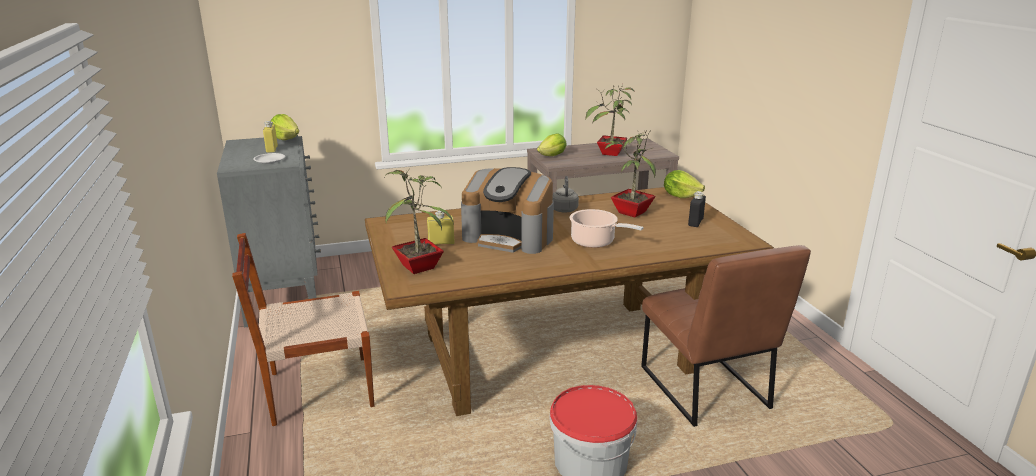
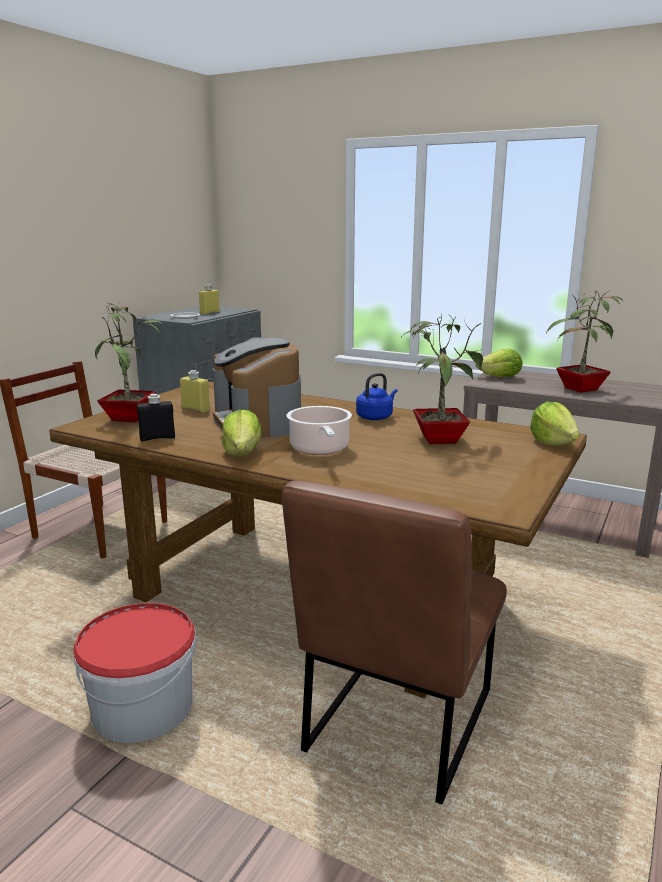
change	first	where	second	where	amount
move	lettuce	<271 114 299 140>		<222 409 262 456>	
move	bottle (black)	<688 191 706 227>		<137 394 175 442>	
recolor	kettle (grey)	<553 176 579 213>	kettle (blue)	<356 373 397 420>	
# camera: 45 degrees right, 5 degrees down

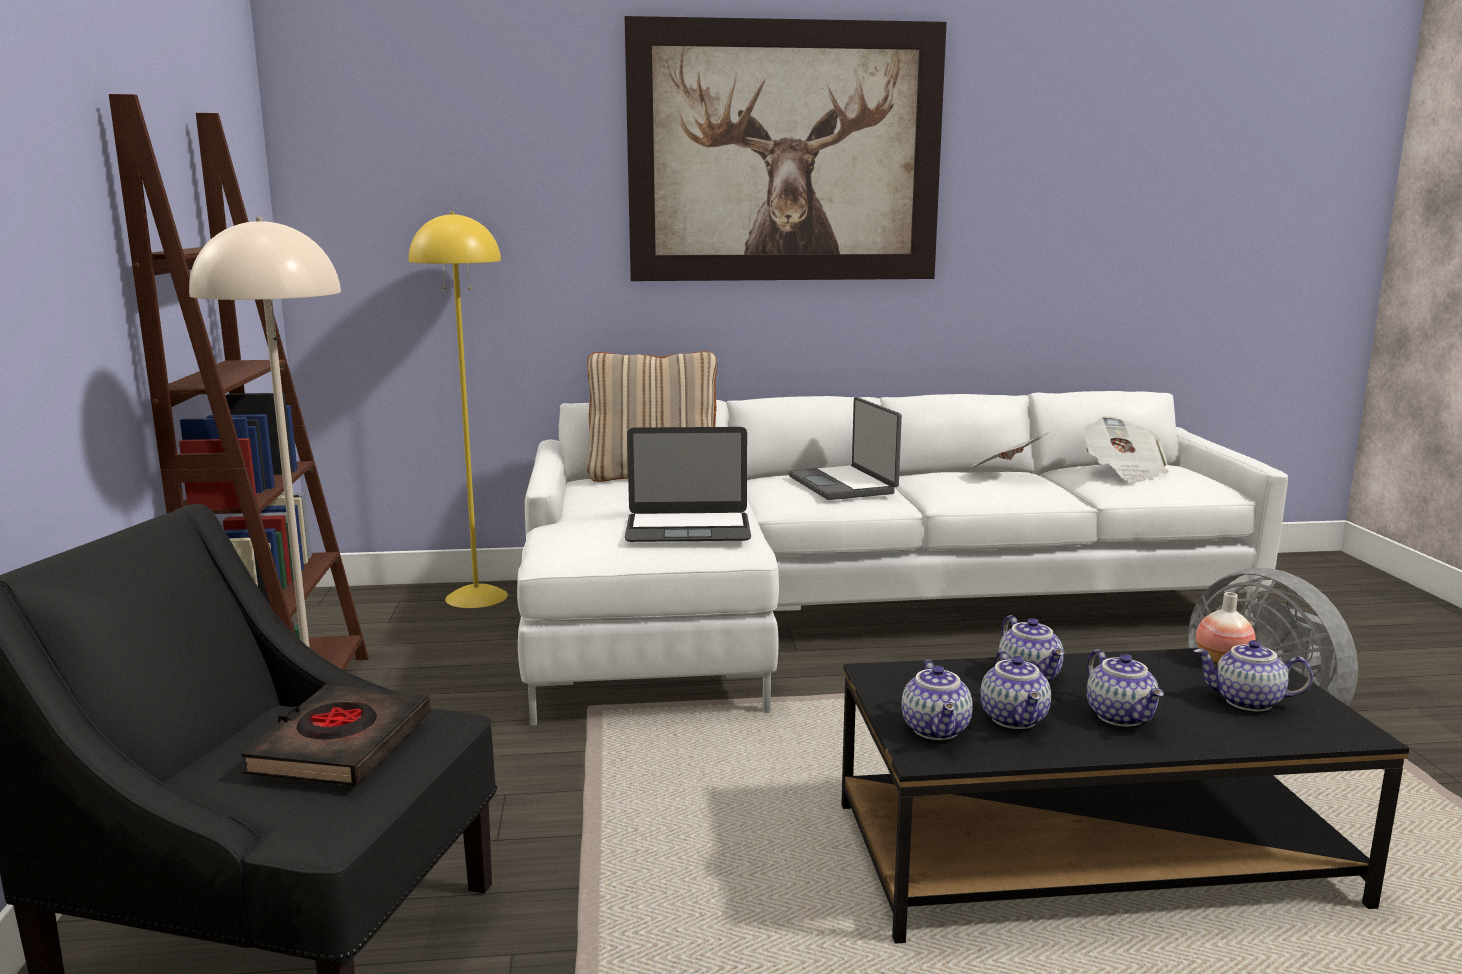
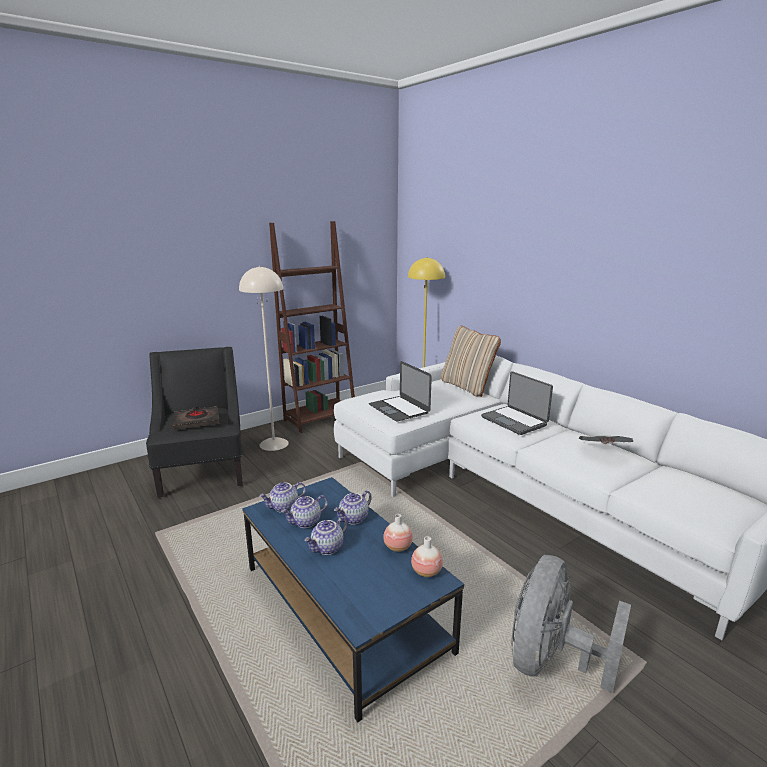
change	first	where	second	where	amount
delete	picture	<624 16 947 281>			
delete	newspaper	<1085 416 1169 482>			
delete	teapot	<1194 640 1313 712>			
insert			vase	<383 514 413 552>	
recolor	coffee table (black)	<841 648 1409 944>	coffee table (blue)	<242 477 464 722>	
rotate	laptop	<788 397 902 500>		<481 371 553 435>	75 degrees counterclockwise
# camera: 60 degrees right, 5 degrees up

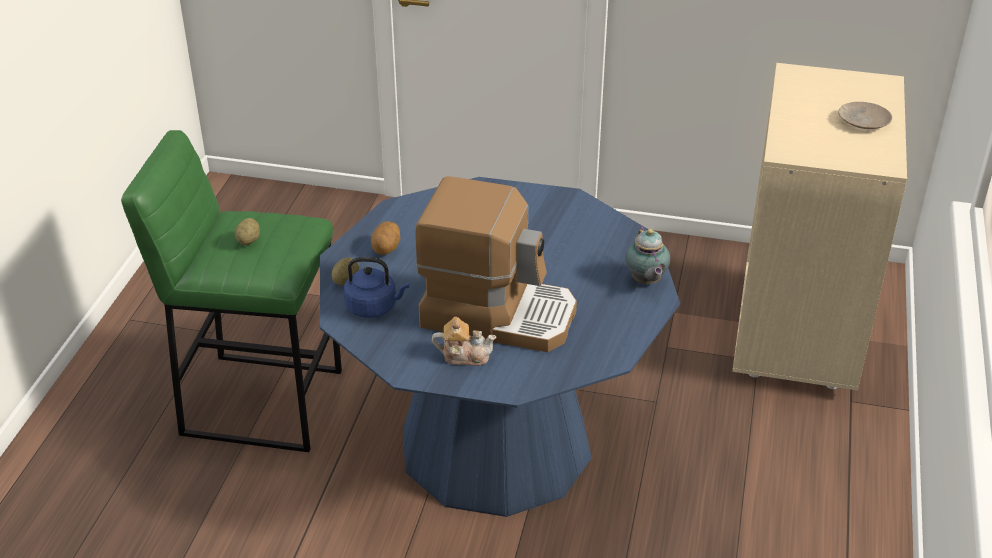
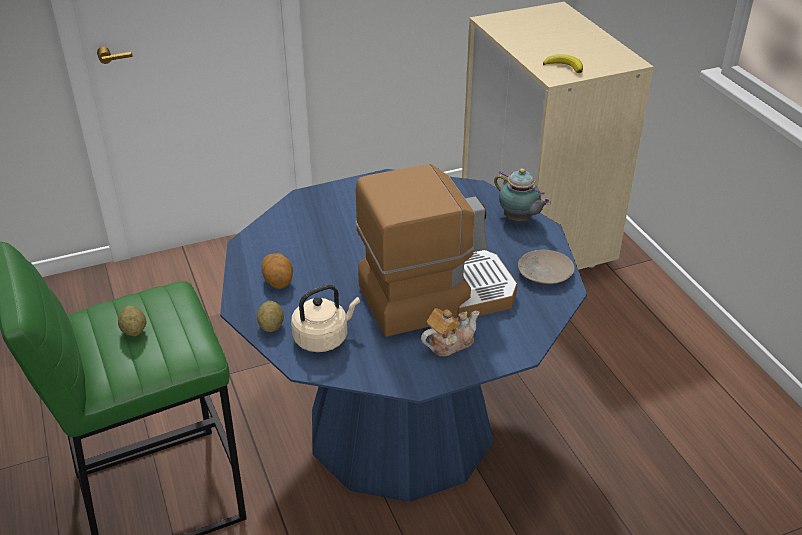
change	first	where	second	where	amount
insert			banana	<543 54 583 73>	
move	plate (beige)	<838 102 892 129>		<518 250 575 284>	
recolor	kettle (blue)	<344 257 409 318>	kettle (beige)	<291 284 360 352>	
# camera: 35 degrees left, 0 degrees up

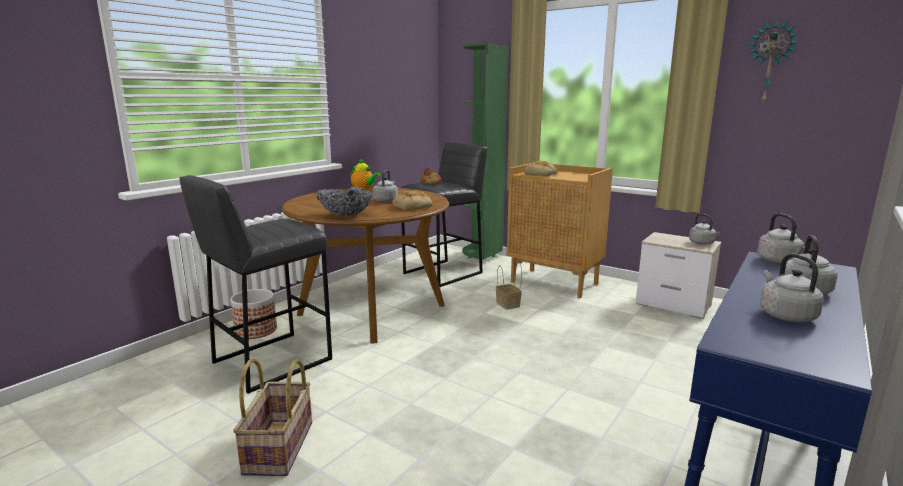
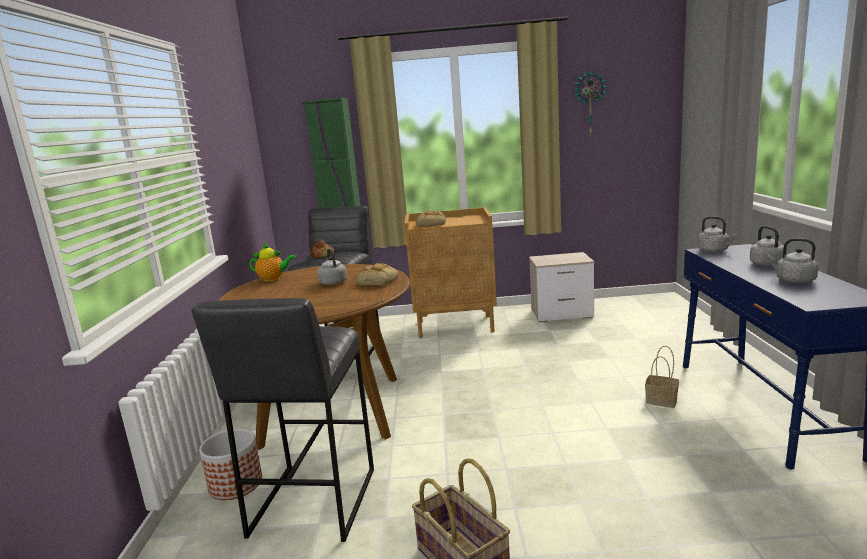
change	first	where	second	where	amount
delete	bowl	<317 187 373 217>			
delete	kettle (grey)	<689 214 720 245>			
move	basket	<496 263 522 310>		<645 346 679 408>	
# camera: 35 degrees left, 0 degrees up

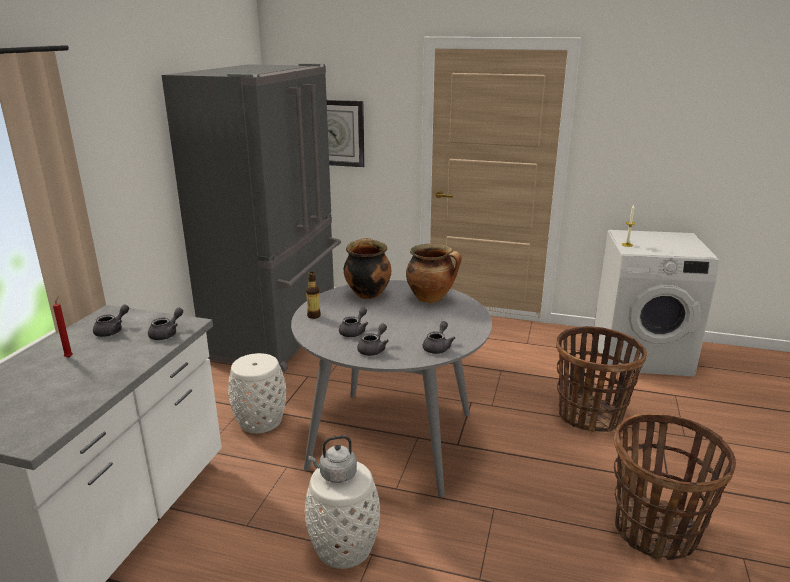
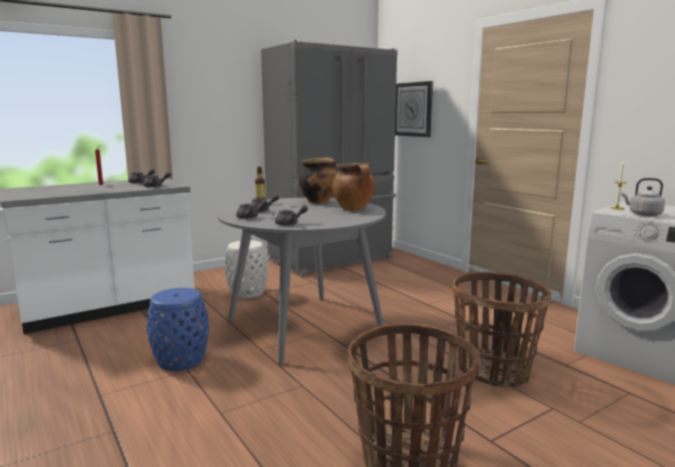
change	first	where	second	where	amount
move	kettle (grey)	<308 435 357 483>		<622 178 665 216>	
recolor	stool (white)	<305 462 380 569>	stool (blue)	<147 288 209 371>	
# camera: 40 degrees right, 10 degrees down

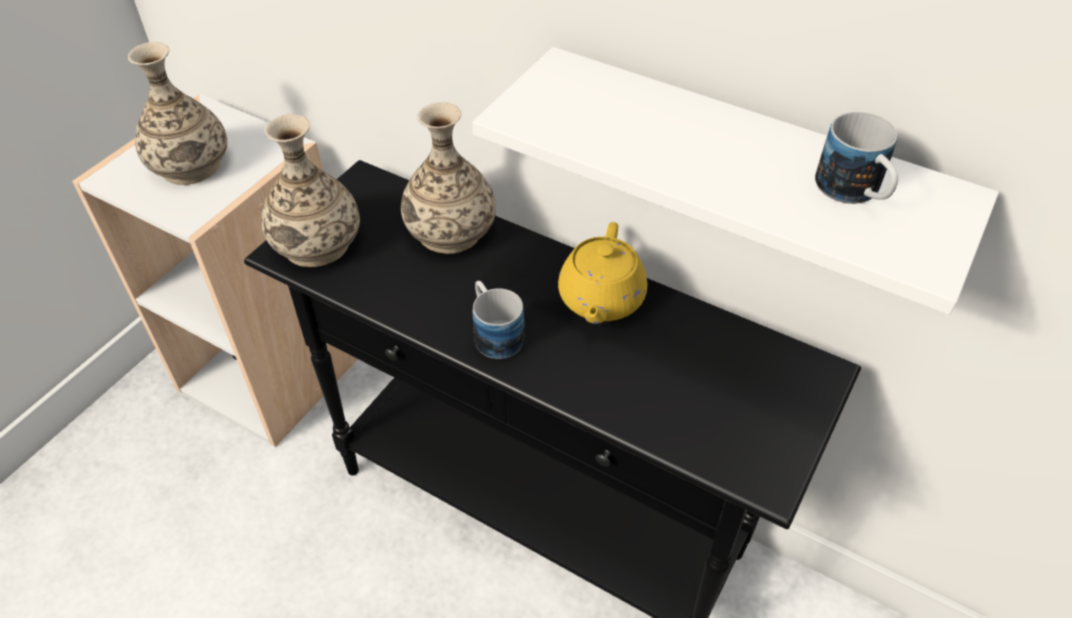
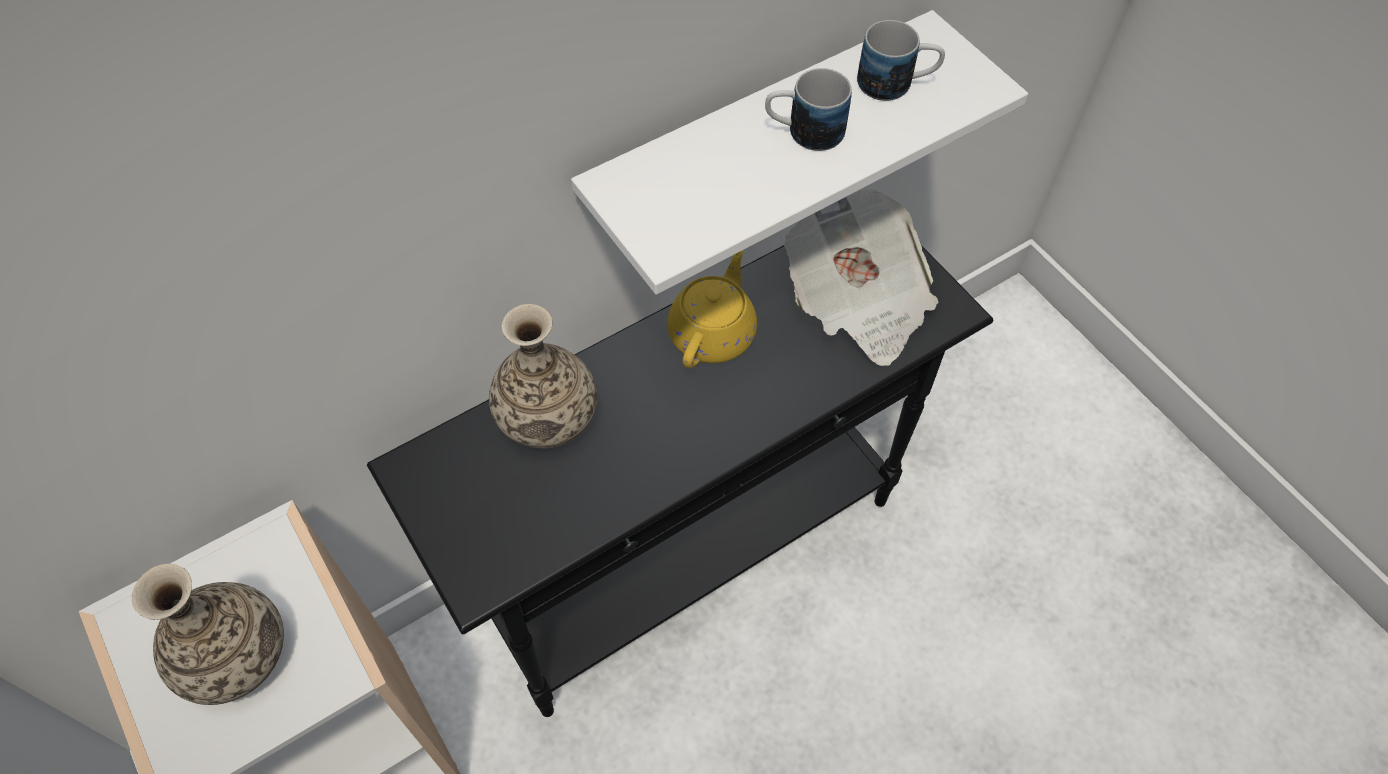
change	first	where	second	where	amount
delete	vase	<261 114 360 267>			
insert			newspaper	<784 189 938 366>	
move	mug	<473 281 524 359>		<765 68 852 151>	
rotate	teapot (yellow)	<558 222 647 324>		<668 250 757 368>	105 degrees counterclockwise
# camera: 65 degrees left, 10 degrees up

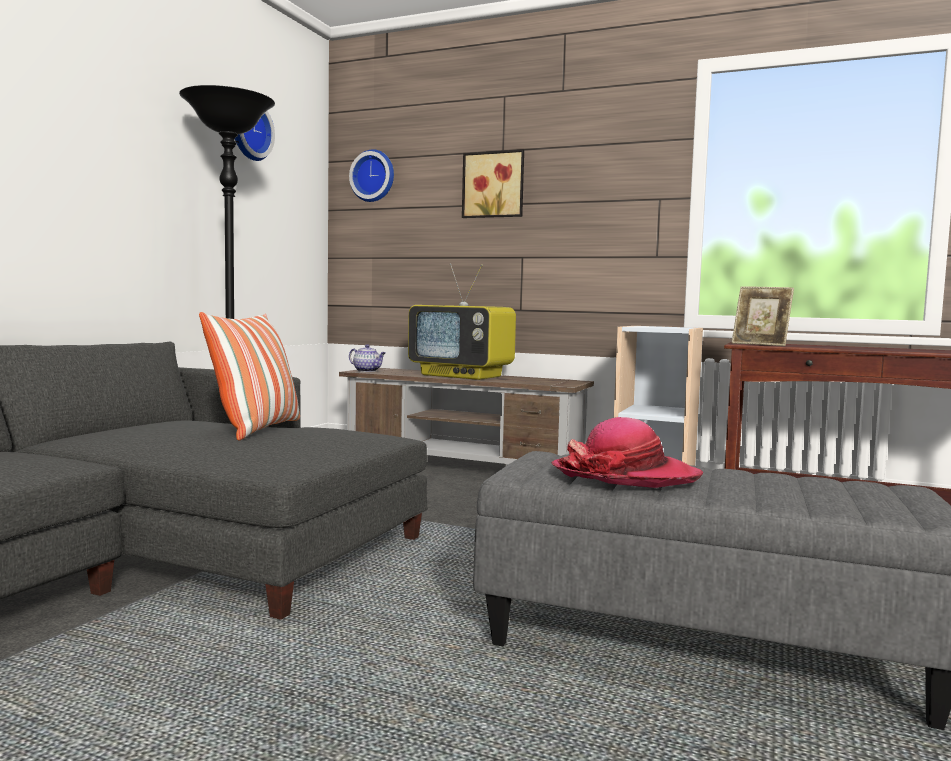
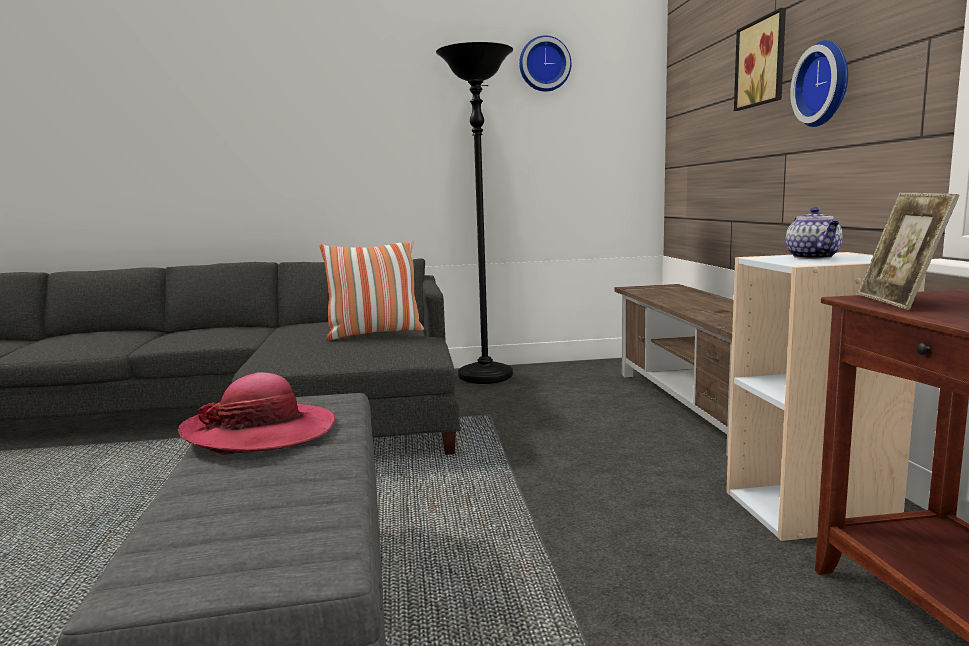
change	first	where	second	where	amount
delete	television	<408 263 516 380>			
move	wall clock	<349 149 394 202>		<790 40 848 127>	
move	teapot	<349 344 386 372>		<786 207 843 259>	
# camera: 60 degrees right, 5 degrees up

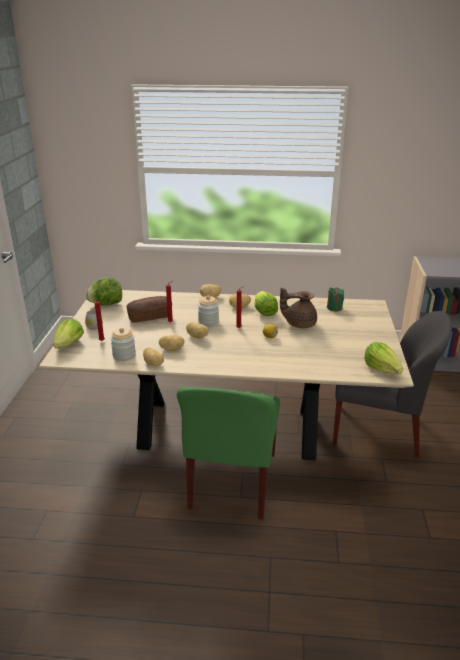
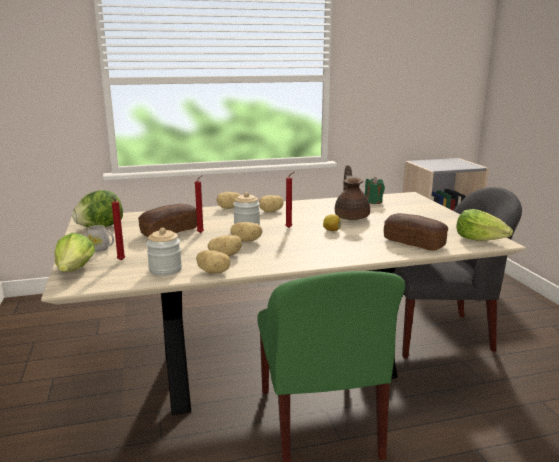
change	first	where	second	where	amount
delete	lettuce	<254 291 278 316>			
insert			bread	<384 213 448 251>	
rotate	teapot (brown)	<280 288 317 328>		<335 165 370 220>	105 degrees clockwise
# camera: 20 degrees left, 10 degrees down

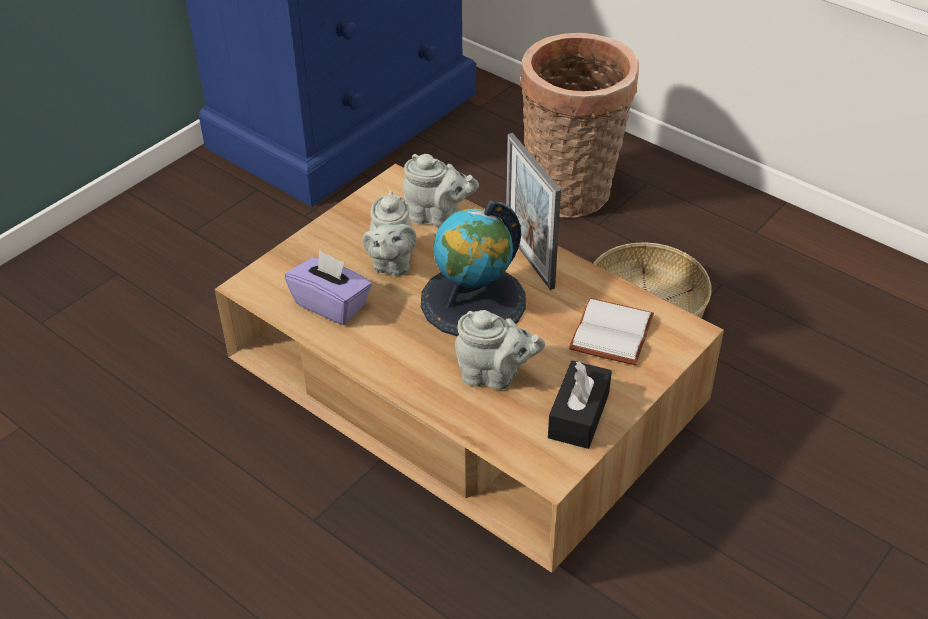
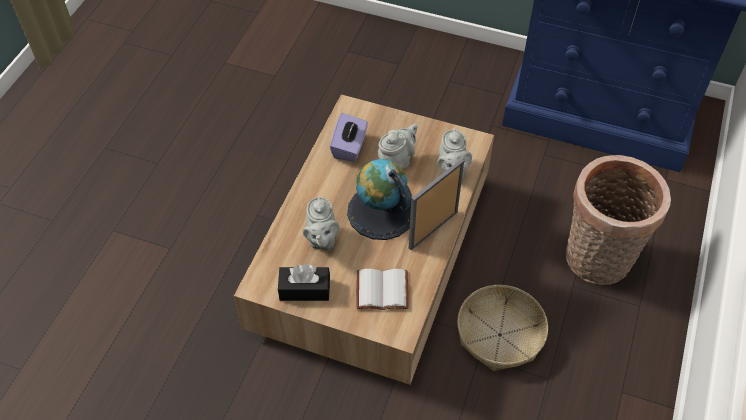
change	first	where	second	where	amount
rotate	teapot (grey)	<362 190 417 276>		<378 124 418 169>	150 degrees clockwise
# camera: 70 degrees right, 10 degrees up

